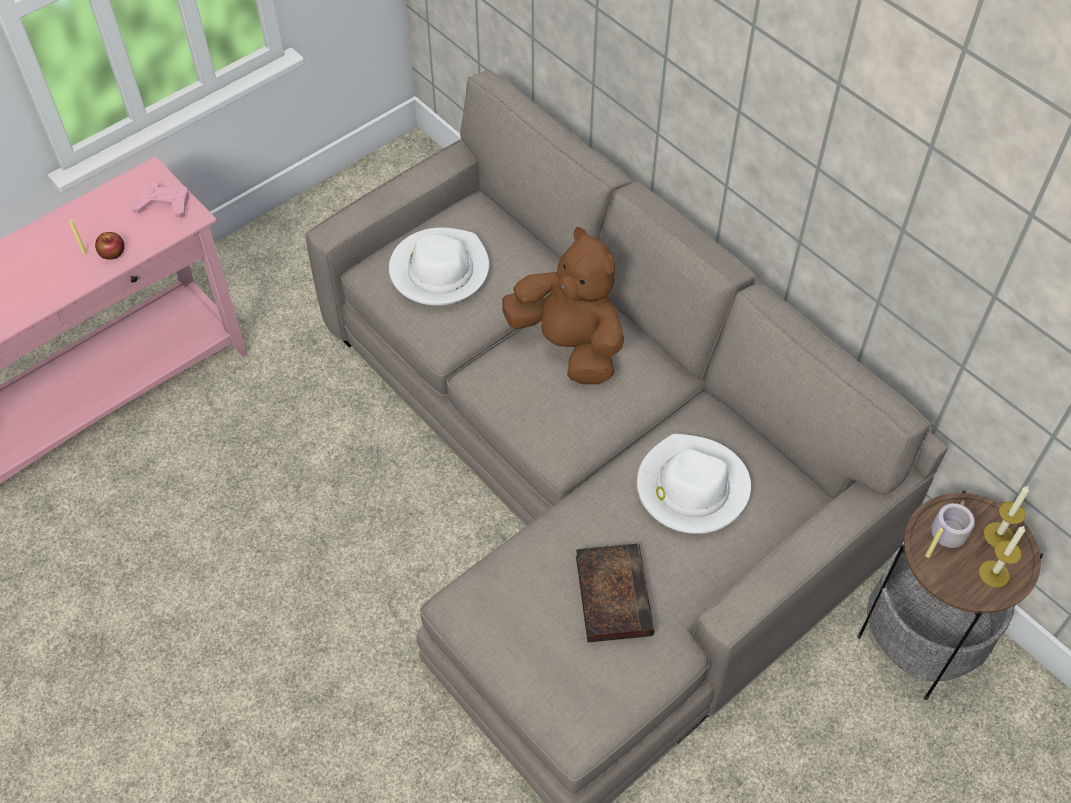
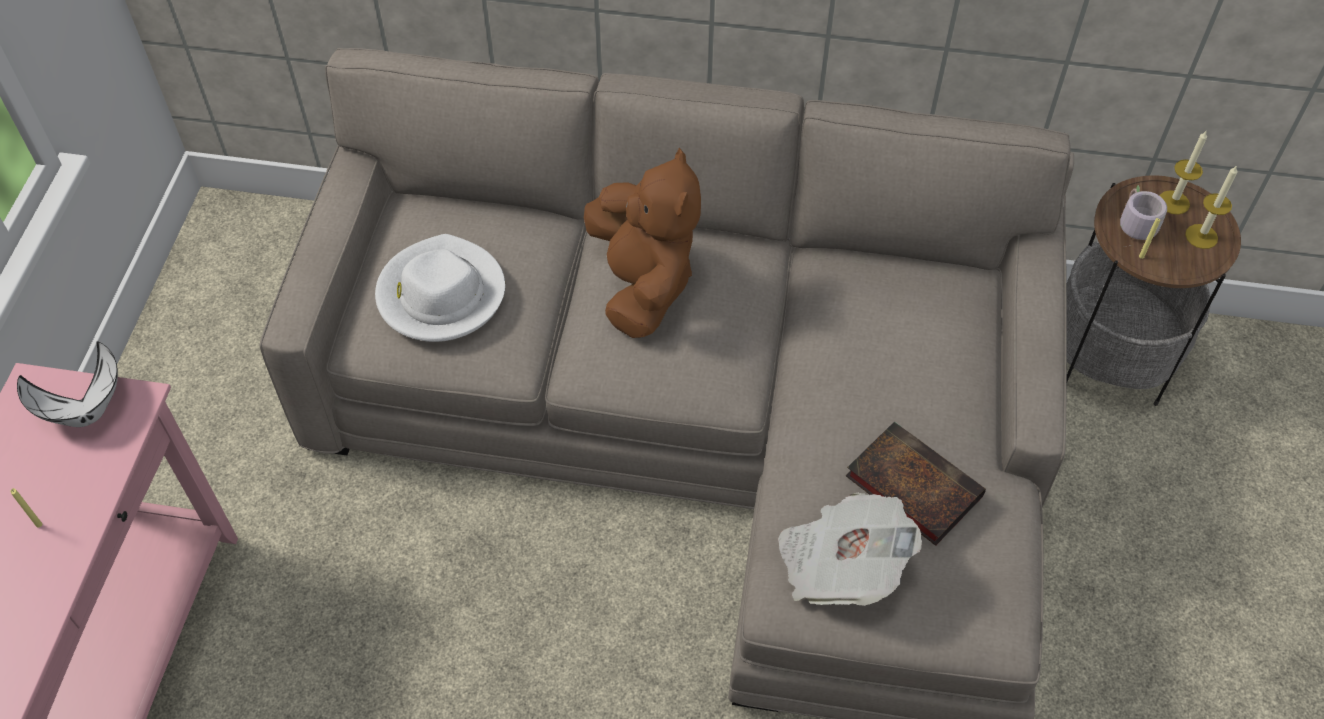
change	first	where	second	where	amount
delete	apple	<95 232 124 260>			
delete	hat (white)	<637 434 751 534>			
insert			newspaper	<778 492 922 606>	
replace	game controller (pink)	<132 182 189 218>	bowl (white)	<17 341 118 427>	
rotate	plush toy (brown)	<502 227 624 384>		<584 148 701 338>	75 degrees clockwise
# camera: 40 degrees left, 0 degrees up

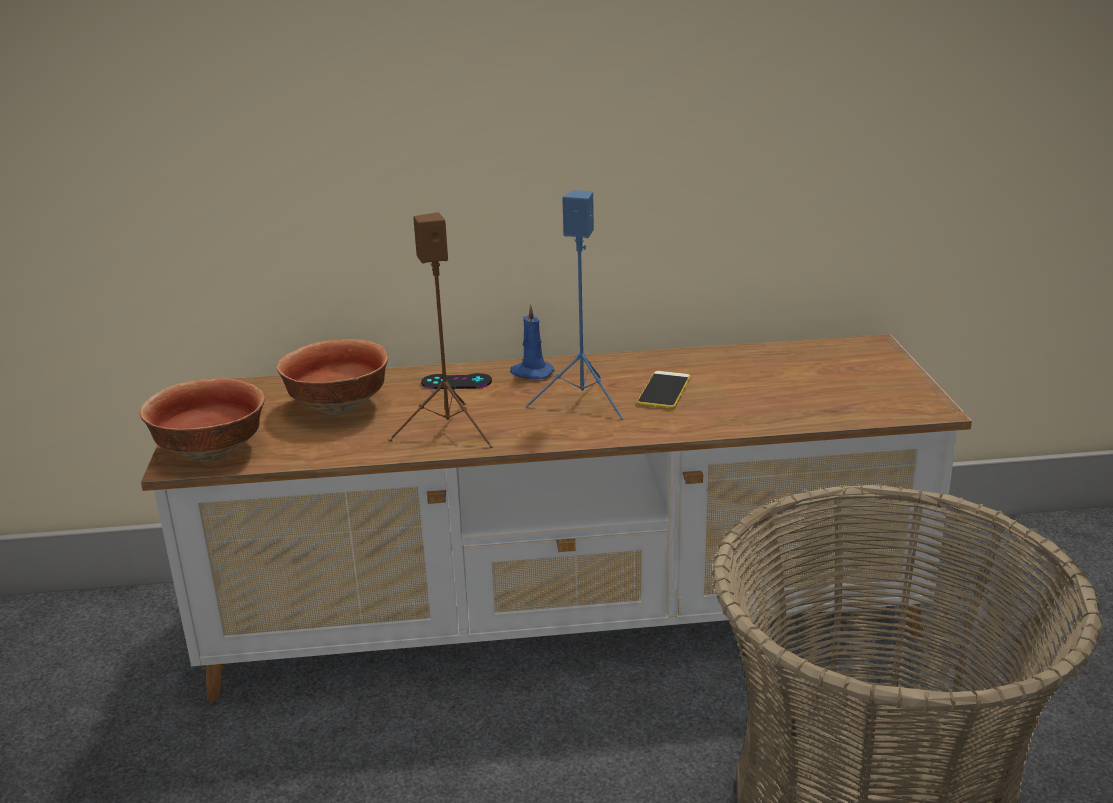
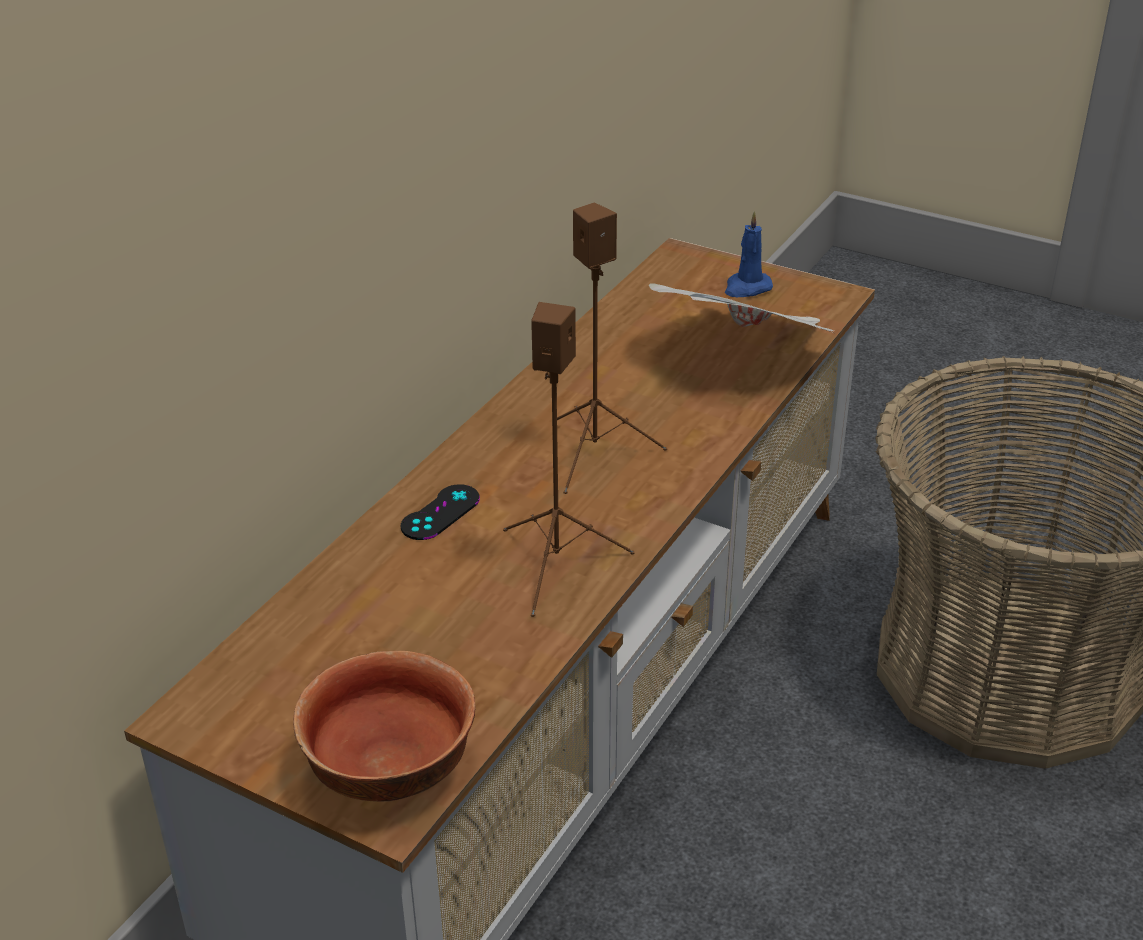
change	first	where	second	where	amount
delete	bowl	<277 339 388 415>			
delete	phone	<637 371 691 409>			
insert			newspaper	<648 283 834 332>	
move	candle (blue)	<510 303 554 379>		<725 211 773 297>	
recolor	speaker (blue)	<526 190 623 420>	speaker (brown)	<557 202 667 494>	
# camera: 55 degrees left, 10 degrees up

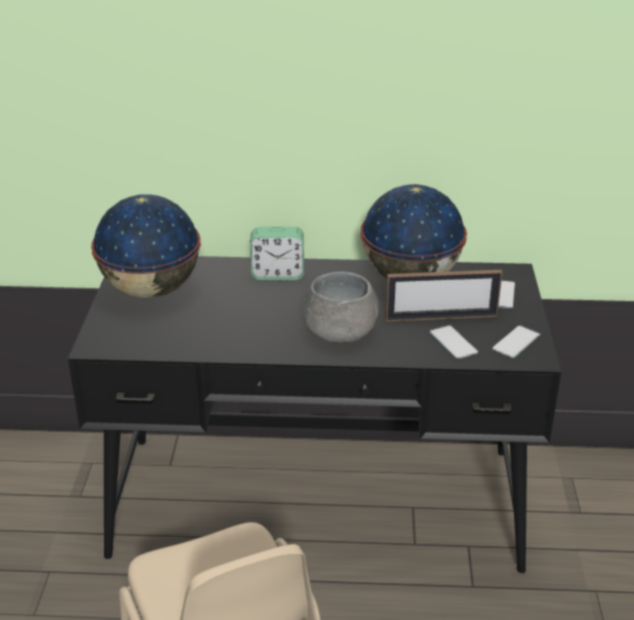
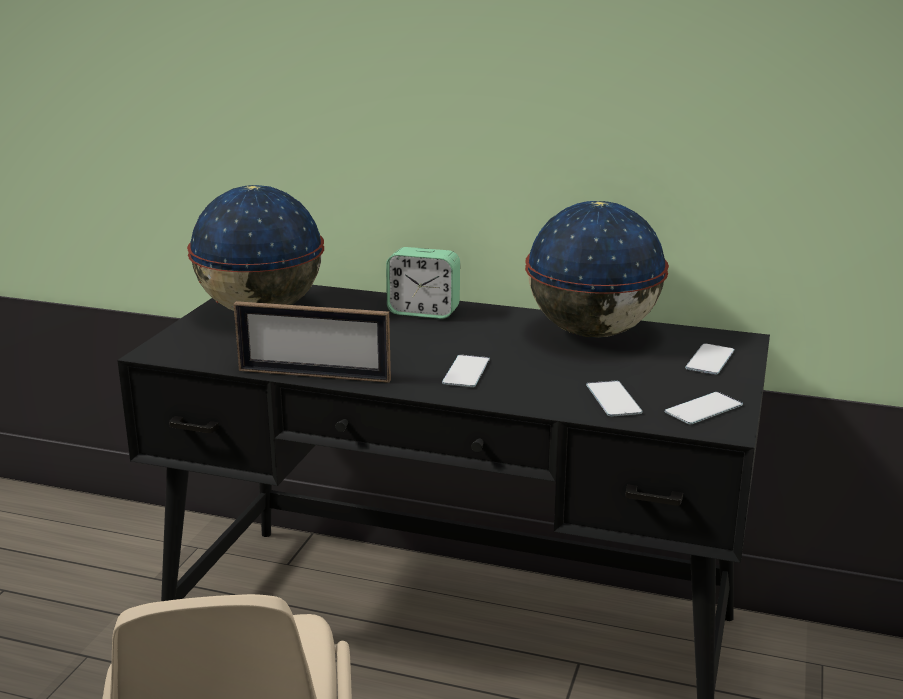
change	first	where	second	where	amount
move	picture frame	<385 270 502 322>		<234 301 391 383>	
replace	bowl (grey)	<302 272 379 343>	phone	<442 355 490 387>	
# camera: 15 degrees right, 10 degrees down

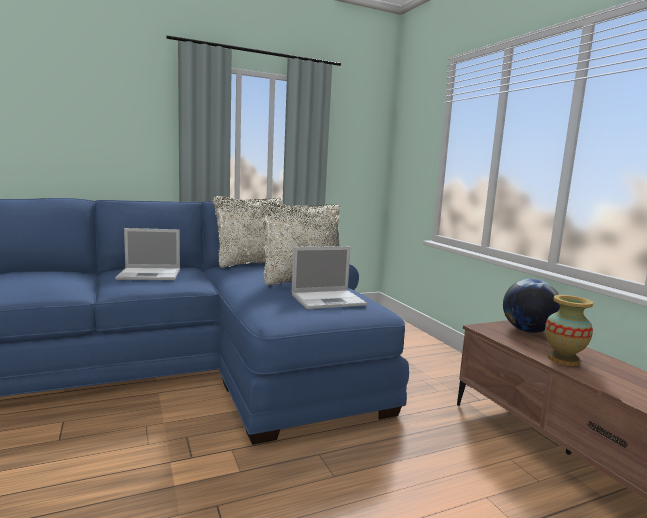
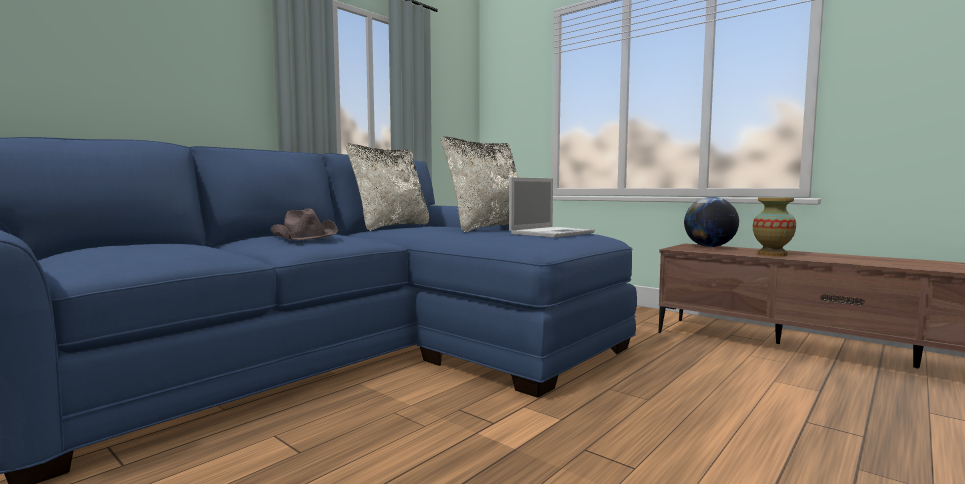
change	first	where	second	where	amount
replace	laptop	<115 228 180 280>	hat (brown)	<270 208 338 240>	
# camera: 25 degrees left, 5 degrees down

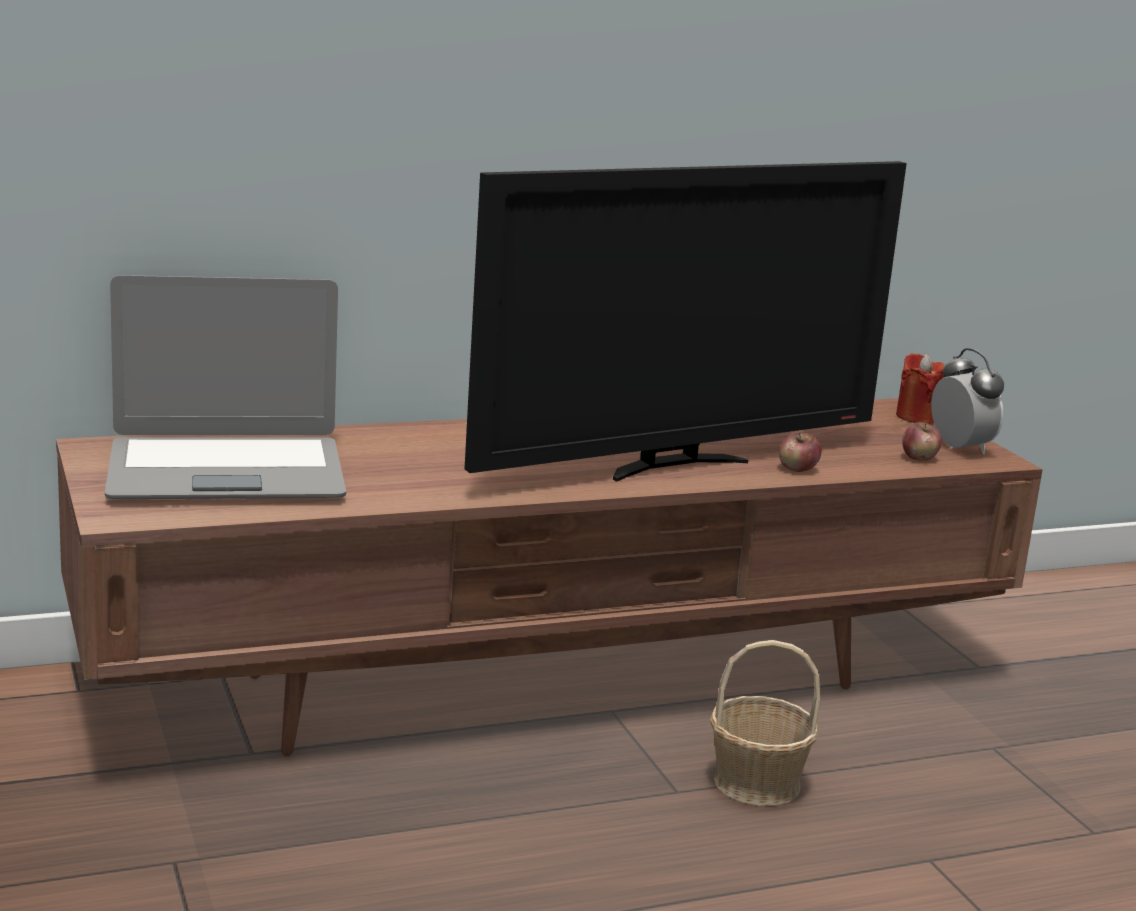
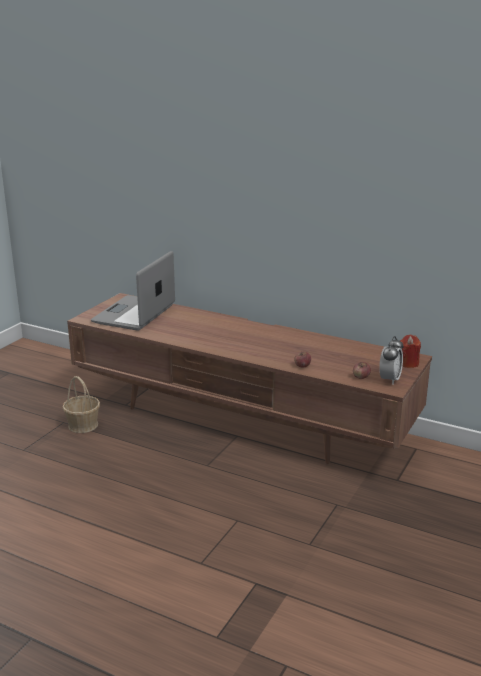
change	first	where	second	where	amount
delete	television	<465 161 907 482>			
move	basket	<710 640 821 806>		<62 376 100 433>	
rotate	laptop	<105 275 346 499>		<91 251 175 331>	75 degrees clockwise
# camera: 50 degrees right, 5 degrees up

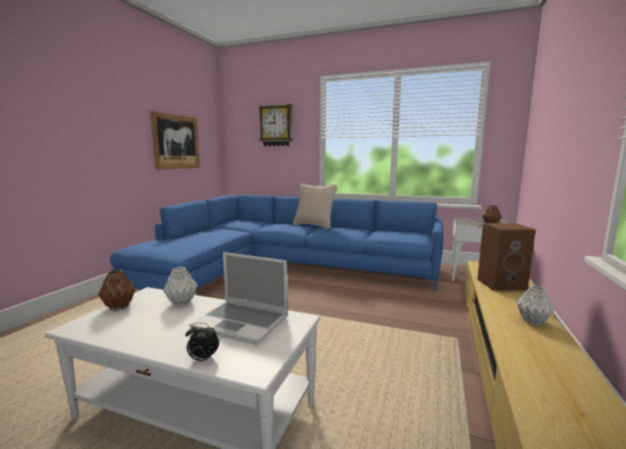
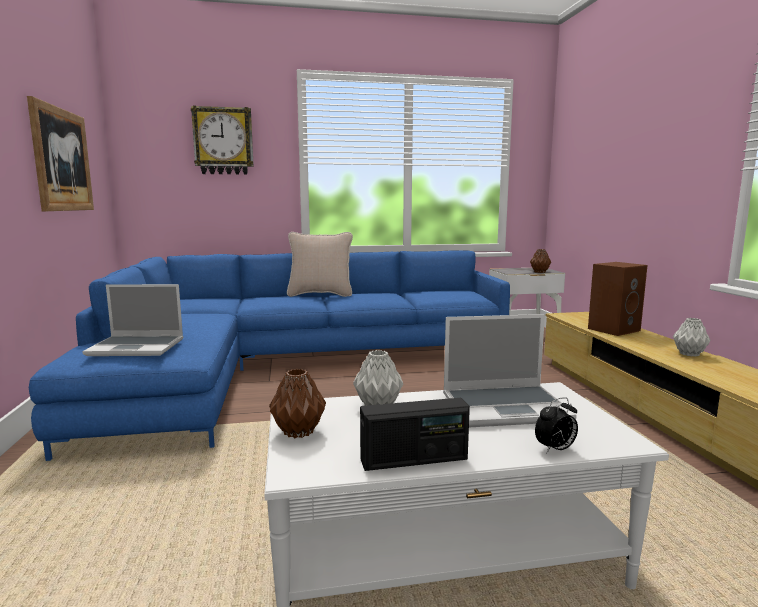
change	first	where	second	where	amount
insert			laptop	<82 284 183 356>	
insert			radio	<360 398 470 471>	
# camera: 30 degrees left, 0 degrees up

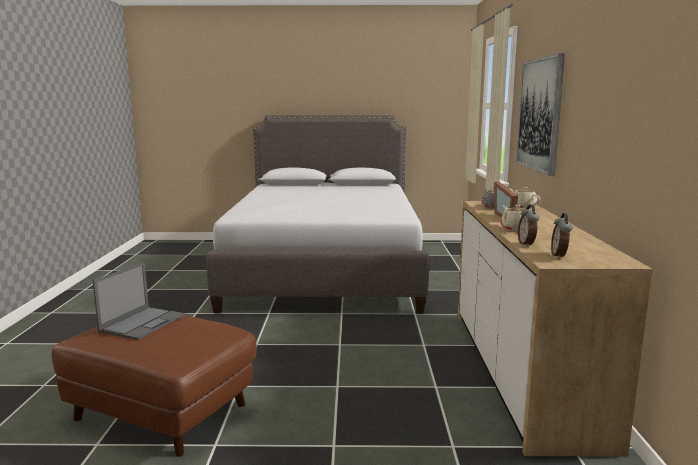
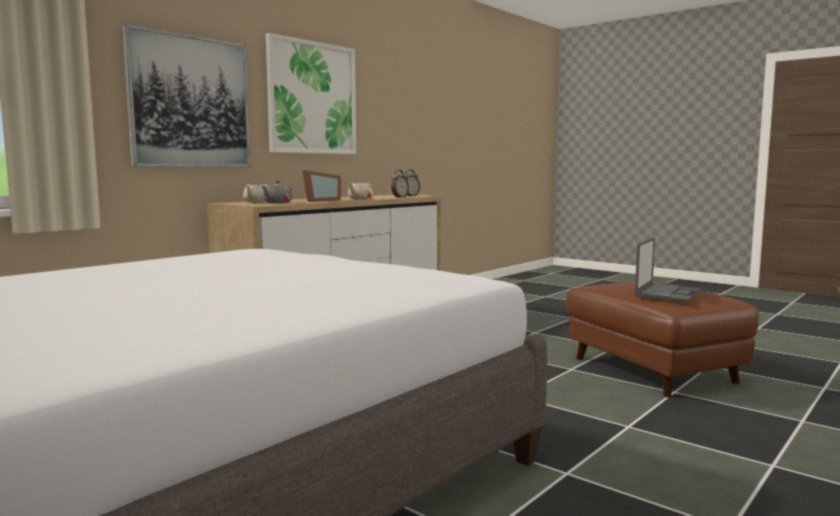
change	first	where	second	where	amount
insert			picture	<266 33 356 154>	
rotate	laptop	<92 262 185 340>		<635 237 701 302>	150 degrees clockwise
# camera: 140 degrees left, 5 degrees down

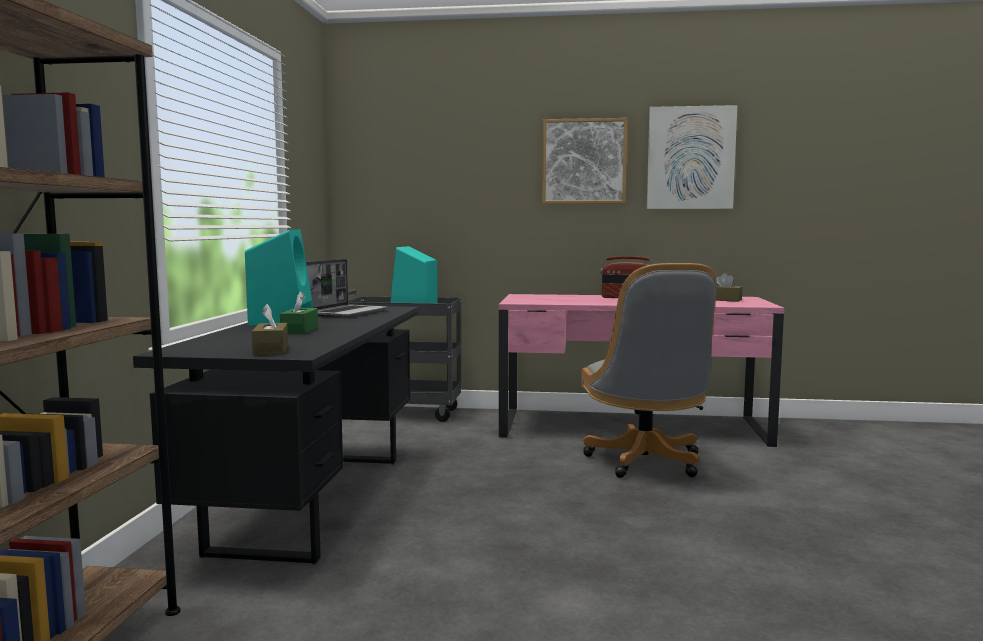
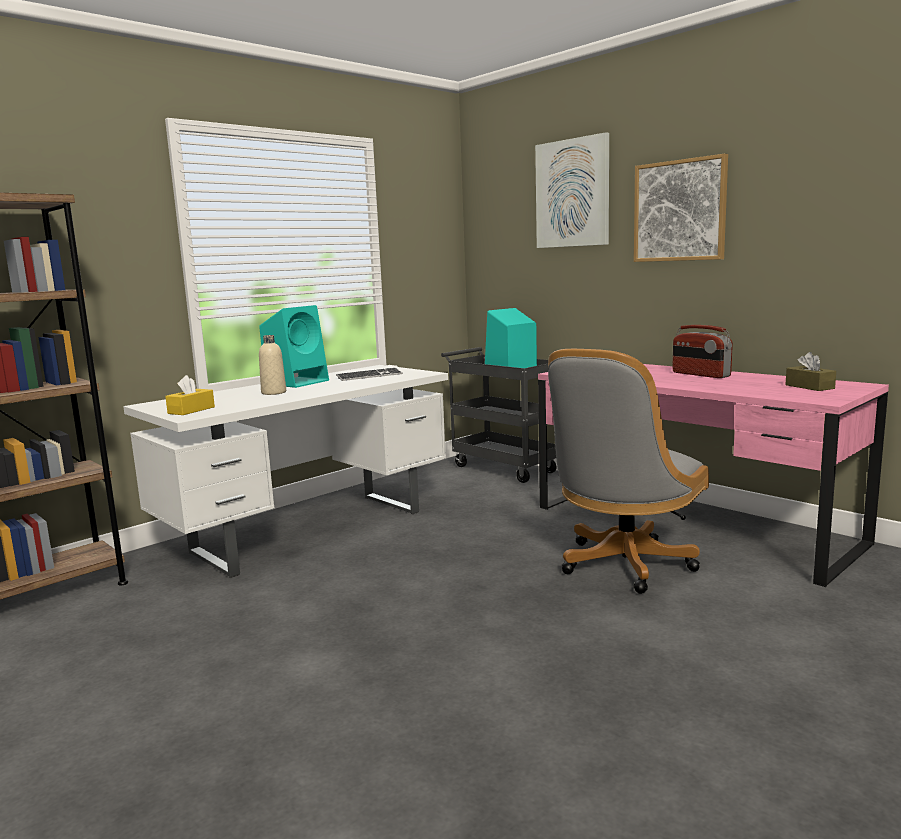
change	first	where	second	where	amount
move	picture	<647 105 737 209>		<535 132 609 248>	
replace	tissue box (green)	<280 291 318 334>	bottle (beige)	<259 335 286 395>	
replace	laptop	<306 259 387 318>	keyboard	<336 368 403 381>	
recolor	desk (black)	<133 306 419 565>	desk (white)	<123 365 448 578>	
recolor	tissue box (brown)	<252 304 288 355>	tissue box (yellow)	<165 375 215 415>	
# camera: 40 degrees right, 5 degrees up

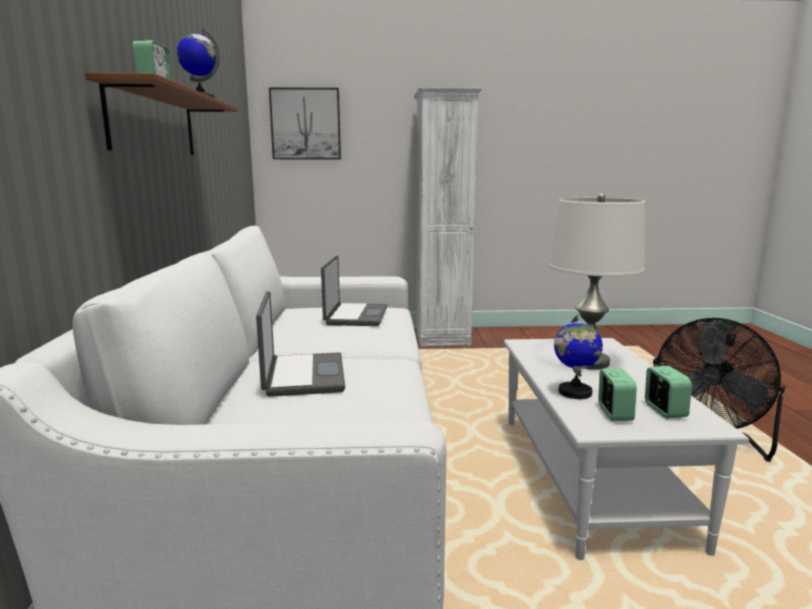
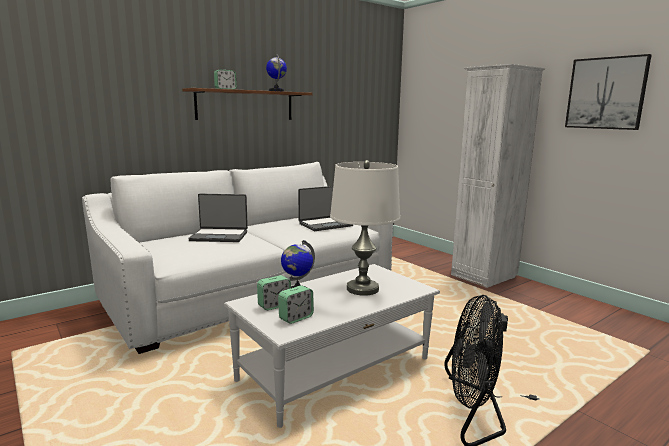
change	first	where	second	where	amount
move	picture	<269 87 341 159>		<565 54 652 130>	
rotate	laptop	<256 291 345 397>		<188 194 248 242>	45 degrees clockwise
# camera: 55 degrees right, 0 degrees up

